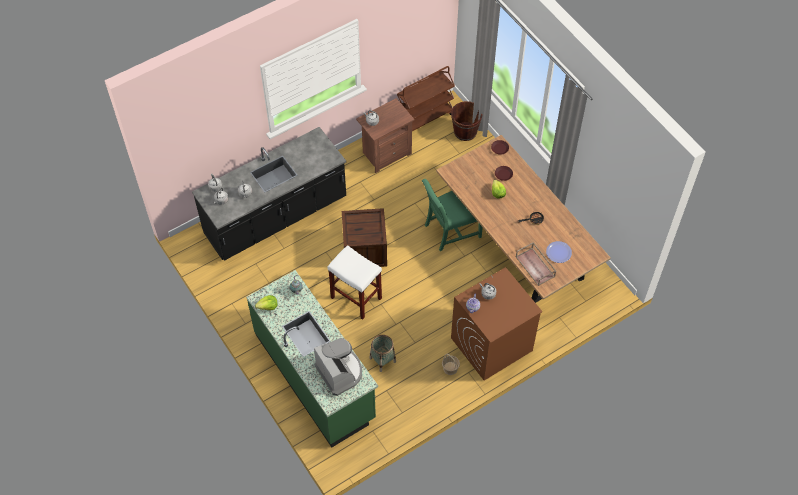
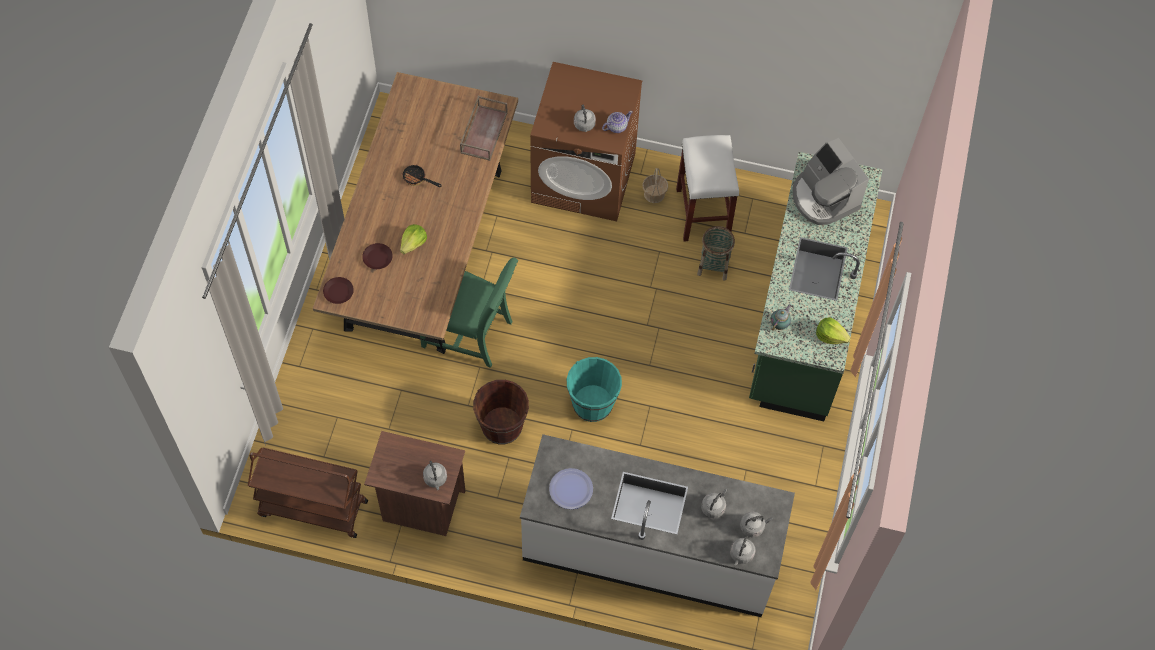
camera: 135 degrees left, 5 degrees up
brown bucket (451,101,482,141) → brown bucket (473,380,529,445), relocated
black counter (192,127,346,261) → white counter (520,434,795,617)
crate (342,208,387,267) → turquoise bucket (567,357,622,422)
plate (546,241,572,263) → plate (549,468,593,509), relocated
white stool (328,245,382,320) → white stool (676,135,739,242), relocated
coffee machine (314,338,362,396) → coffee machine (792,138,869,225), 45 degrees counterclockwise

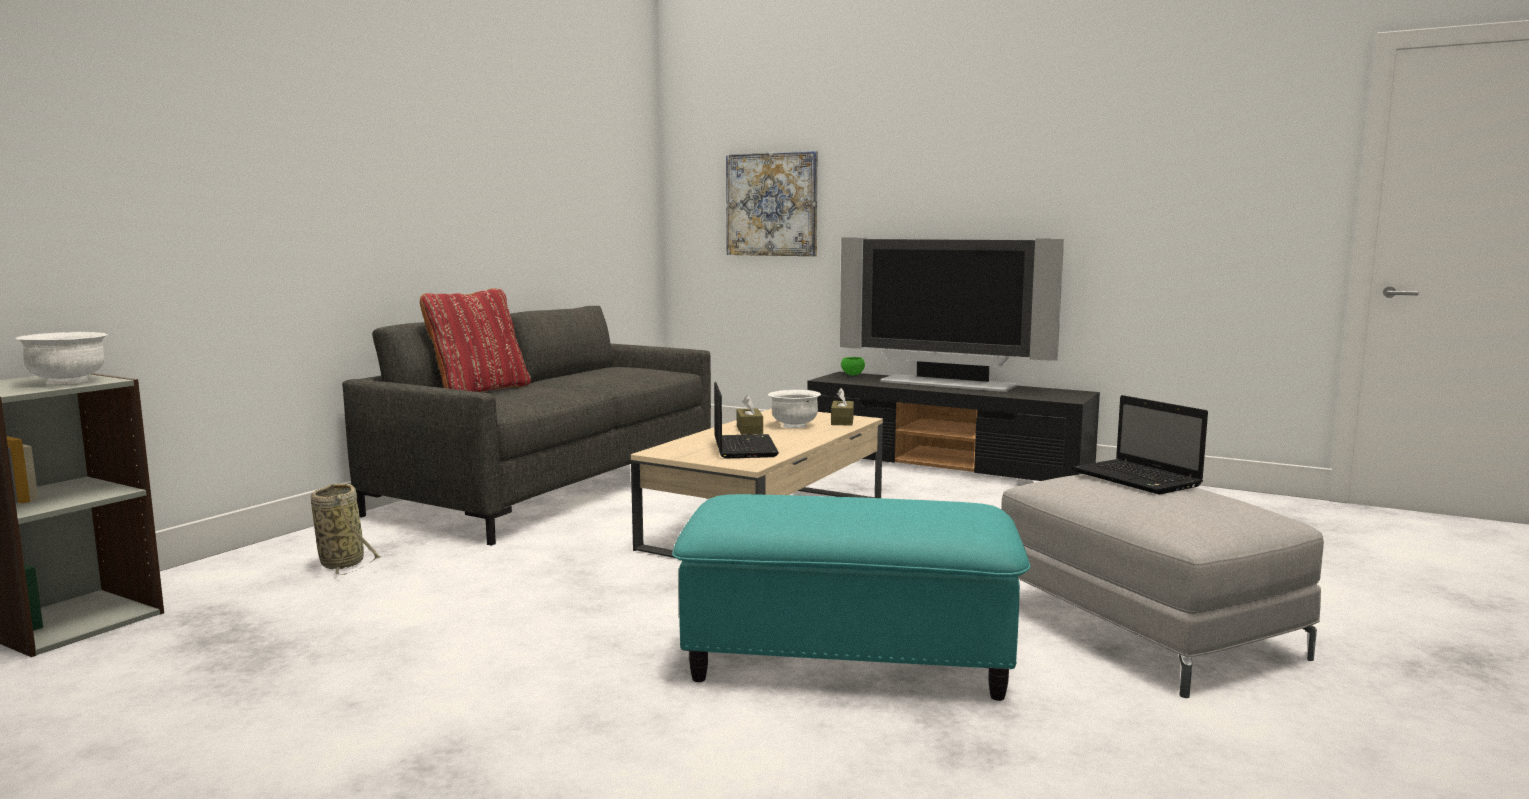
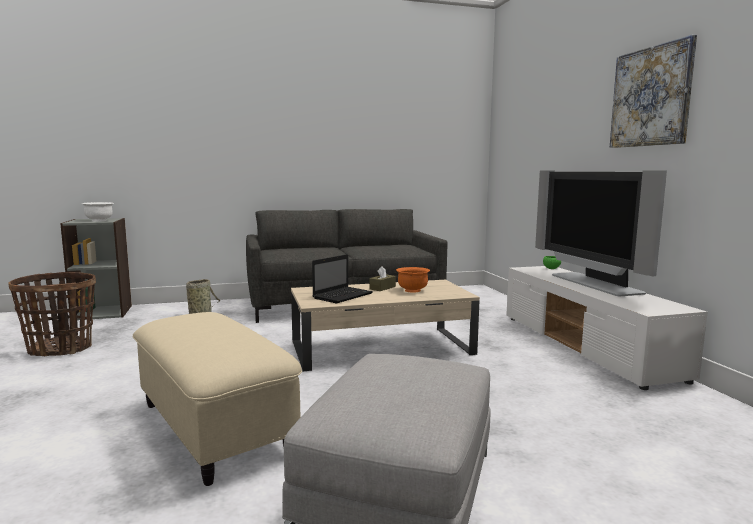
camera: 45 degrees right, 0 degrees up
picture (726,151,818,256) → picture (610,35,697,148), relocated
red pillow (420,288,531,392) → -
black tv stand (807,372,1100,481) → white tv stand (506,266,708,390)
brown tissue box (831,388,854,426) → -
white bowl (768,390,821,428) → orange bowl (396,267,430,293)
laptop (1072,395,1208,495) → -
turquoise ottoman (672,494,1030,701) → beige ottoman (132,312,302,486)
- → basket (8,272,96,356)

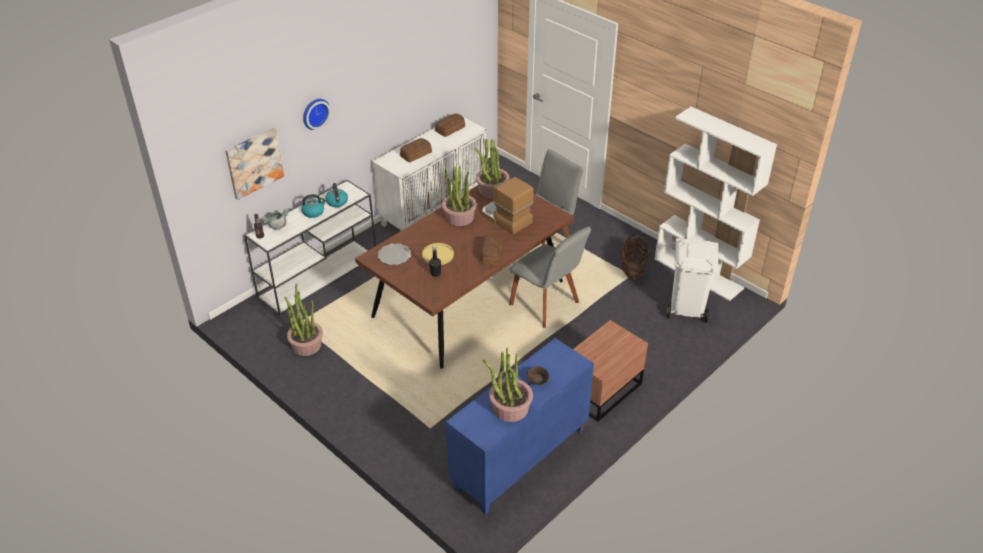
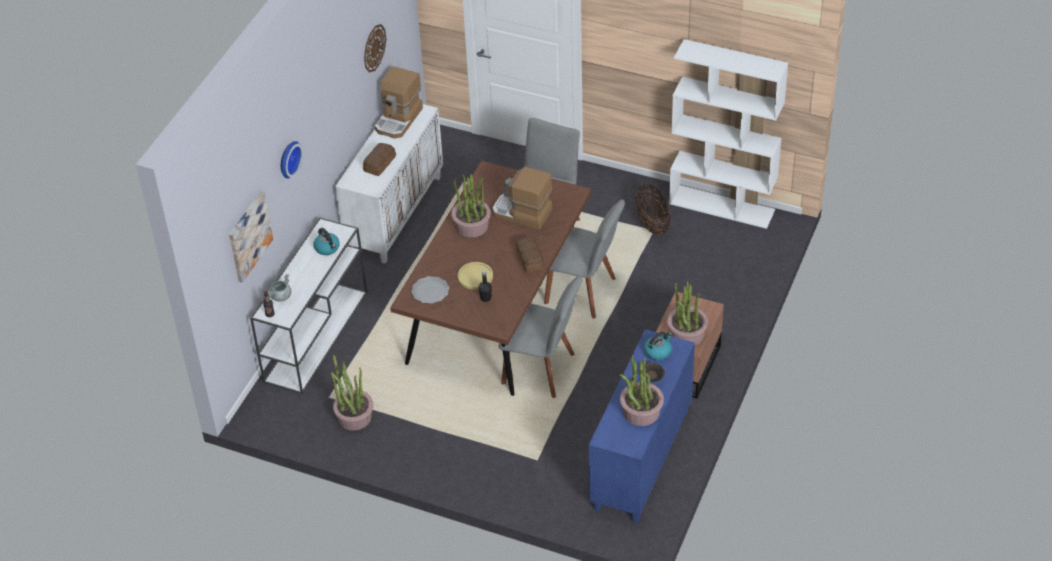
camera: 20 degrees left, 5 degrees up
bread (435,114,465,137) → coffee machine (375,66,423,139)
potted plant (475,139,510,198) → potted plant (667,281,708,345), relocated
kettle (301,194,327,218) → kettle (644,332,673,360), relocated
white trash can (667,238,718,322) → -
- → wall clock (364,24,386,73)
- → grey chair (498,275,582,398)

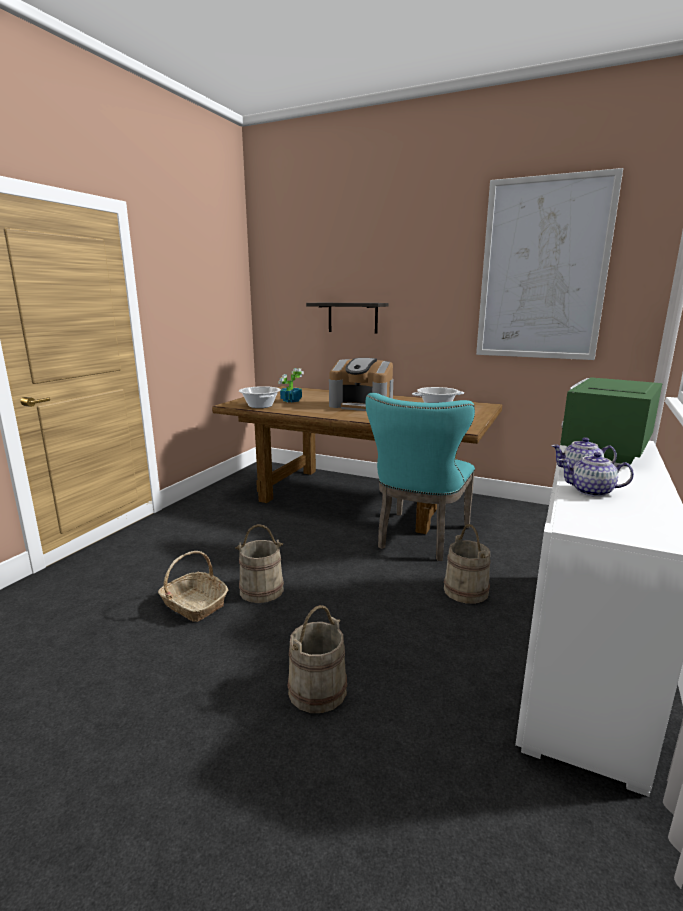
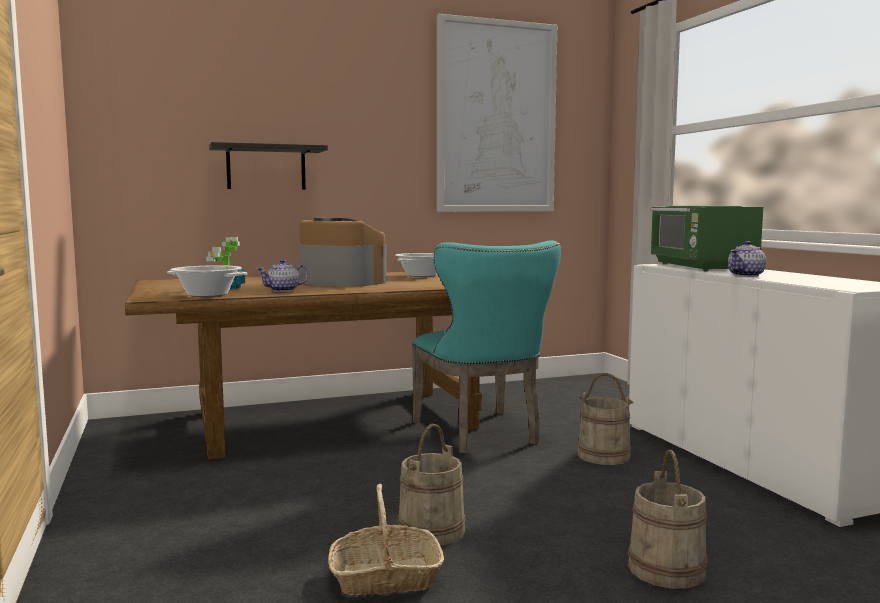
camera: 45 degrees left, 10 degrees down
coffee machine (329,358,393,411) → coffee machine (299,218,387,287), 120 degrees counterclockwise
teapot (559,452,634,497) → teapot (257,259,308,292), relocated

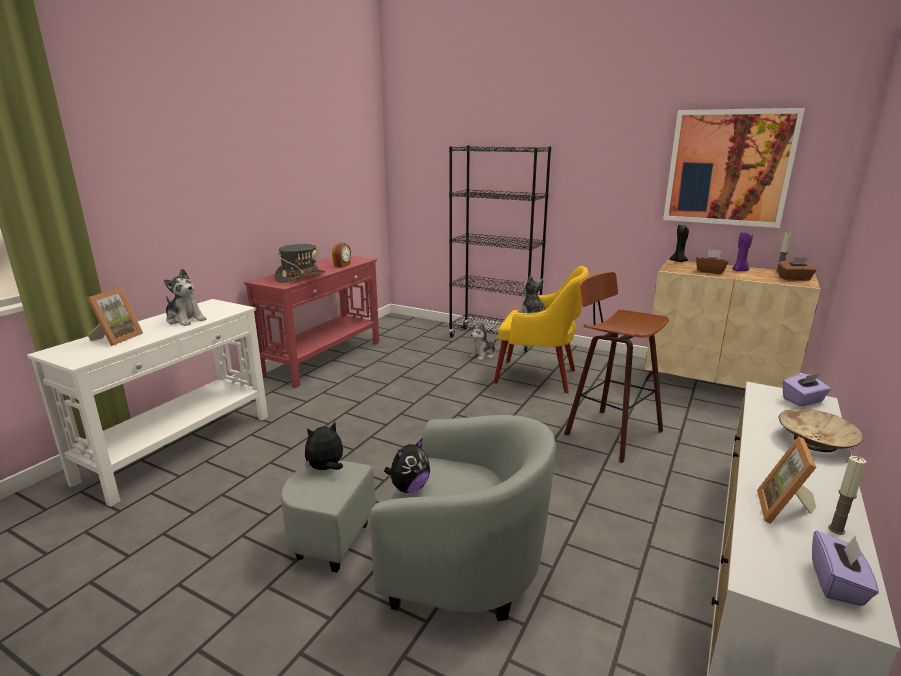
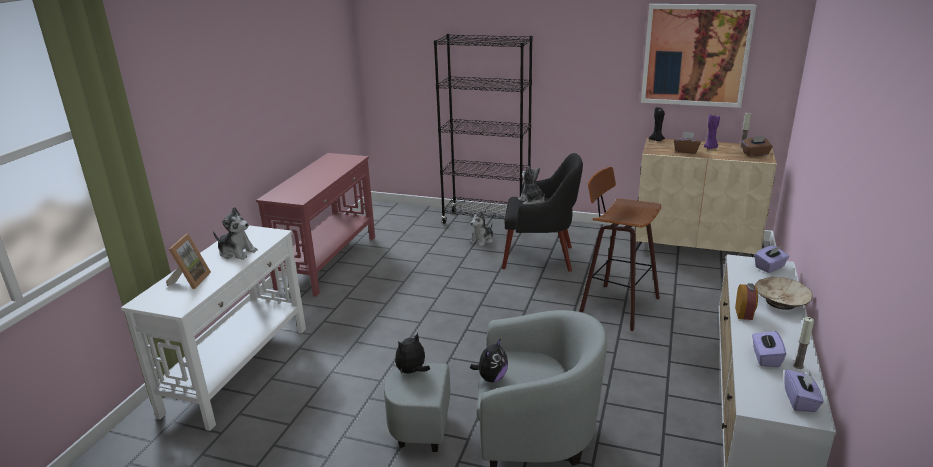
camera: 10 degrees left, 5 degrees up
alarm clock (332,243,351,268) → alarm clock (735,283,758,320), relocated
grey hat (274,244,325,283) → -
yellow armchair (494,266,589,393) → black armchair (502,153,583,272)
picture frame (757,436,817,524) → purple tissue box (752,329,786,367)

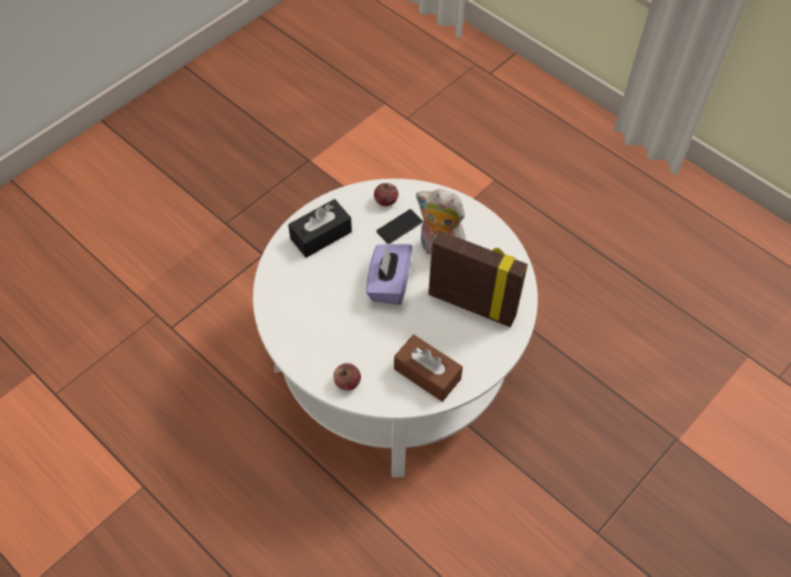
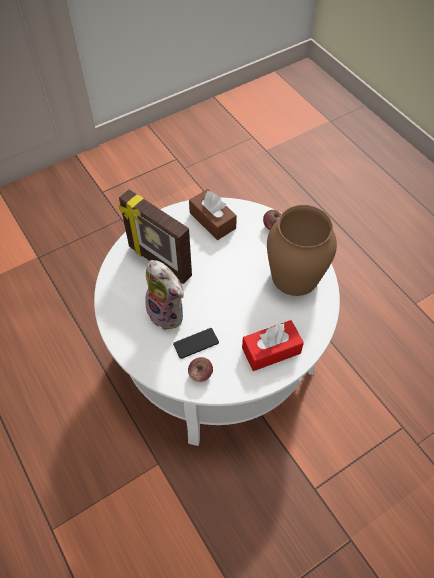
camera: 165 degrees left, 0 degrees up
black tissue box (288,199,352,258) → red tissue box (242,320,304,371)
purple tissue box (366,244,412,305) → -
- → brown vase (267,205,337,296)

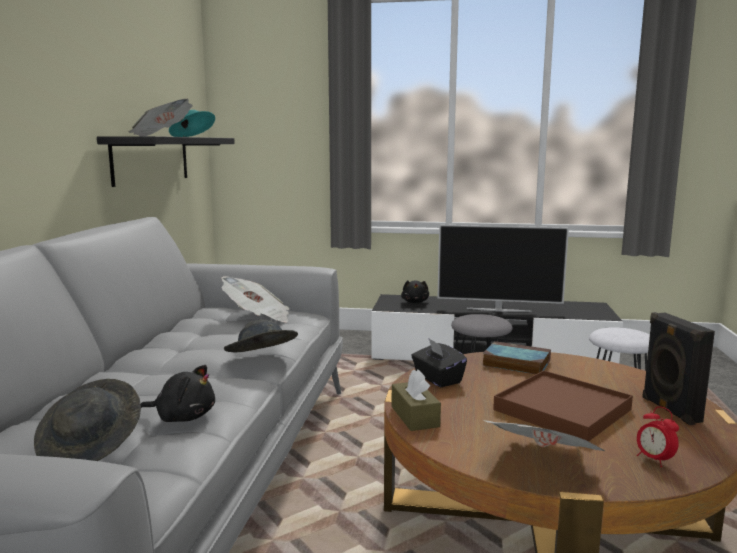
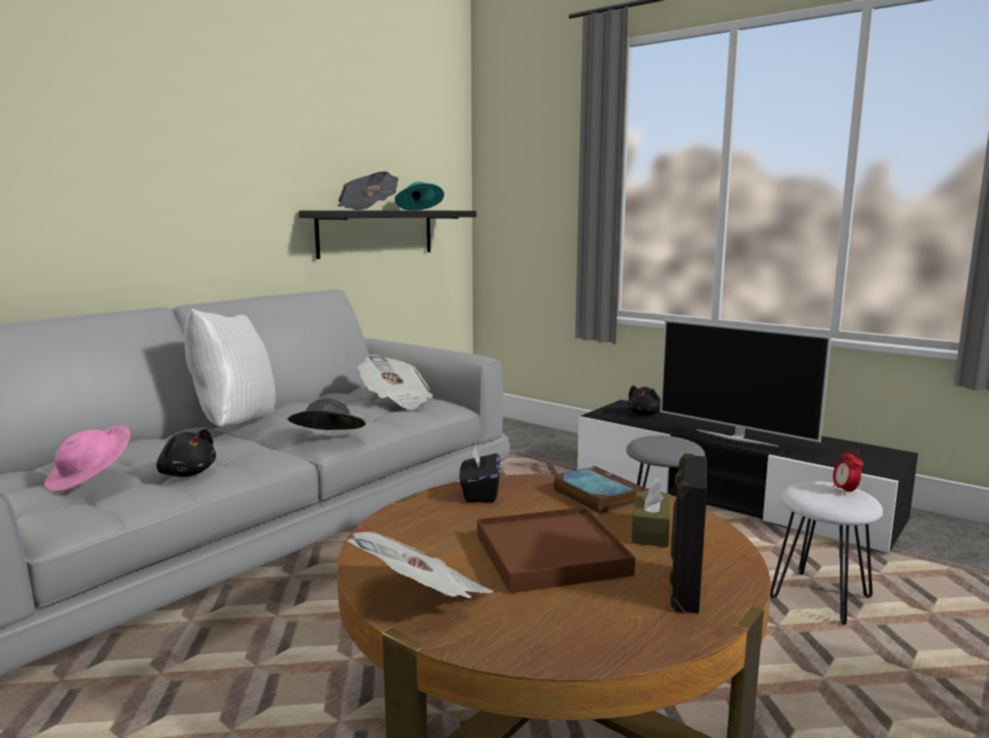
camera: 30 degrees right, 0 degrees up
brown tissue box (392,369,441,431) → brown tissue box (631,478,671,547), relocated
grey hat (34,379,141,461) → pink hat (45,426,130,492)
alarm clock (637,406,679,467) → alarm clock (833,448,864,495), relocated
- → white pillow (184,309,276,427)

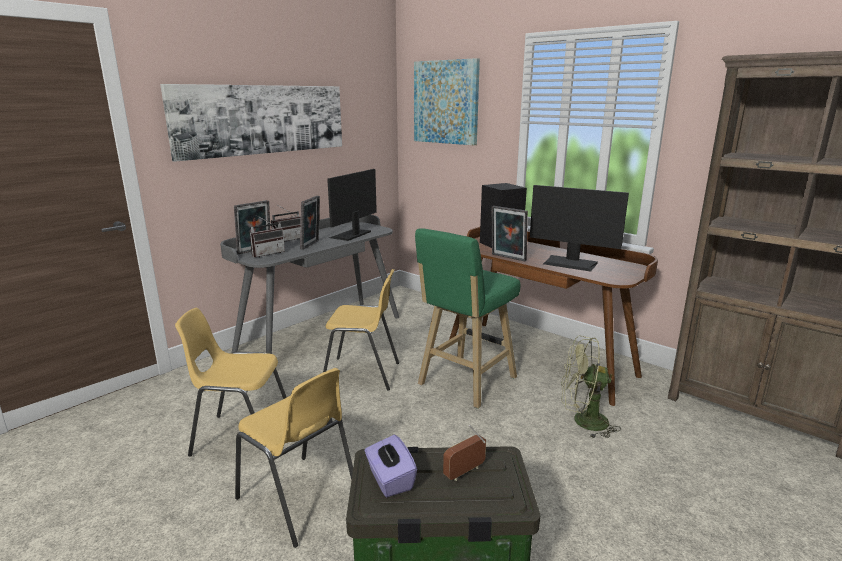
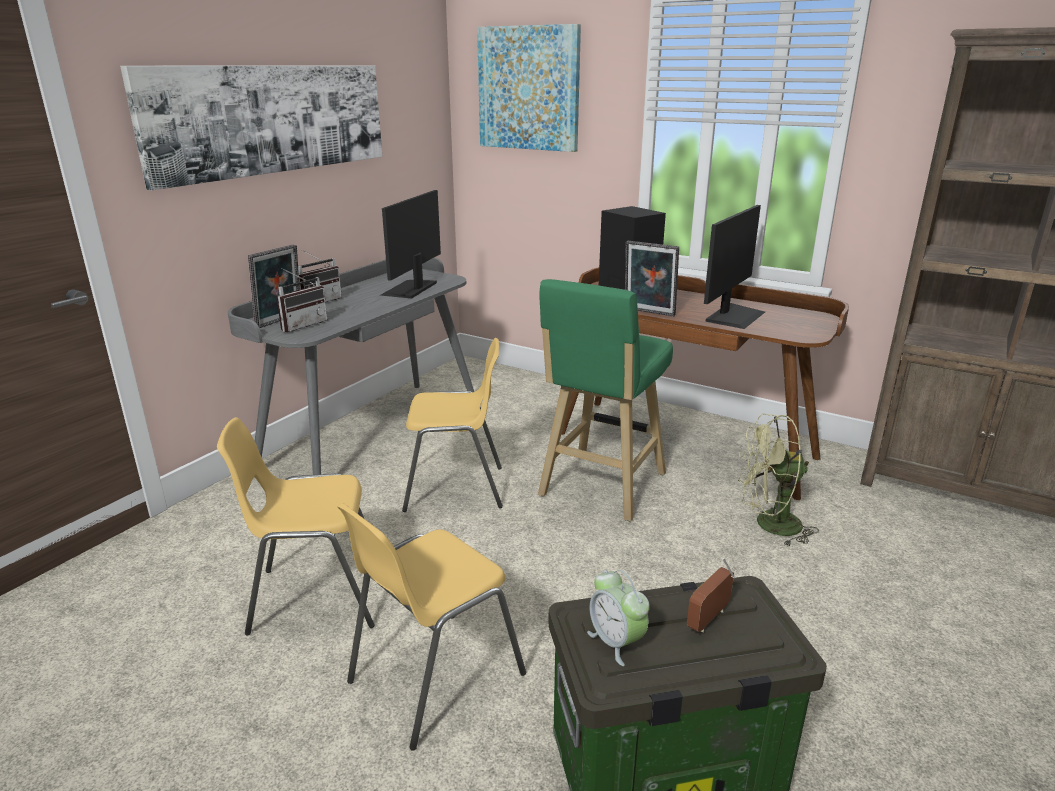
camera: 10 degrees left, 5 degrees up
monitor (530,185,629,272) → monitor (704,205,765,329), 75 degrees counterclockwise
picture frame (300,196,320,250) → -
yellow chair (235,368,353,548) → yellow chair (337,503,526,751), 105 degrees clockwise
purple tissue box (365,435,417,497) → alarm clock (587,570,650,666)

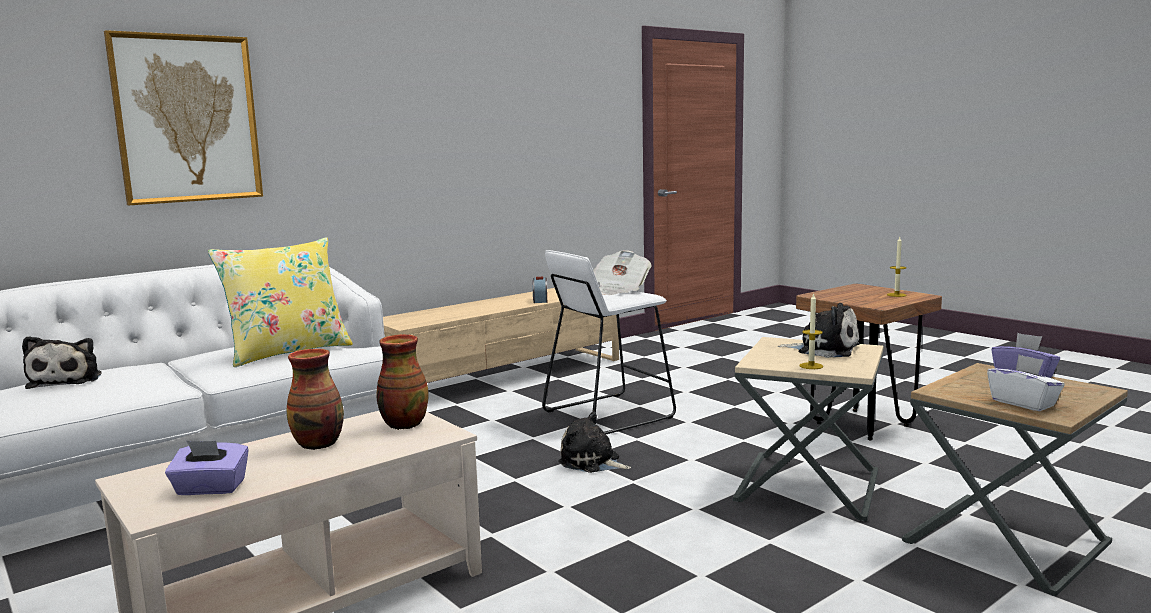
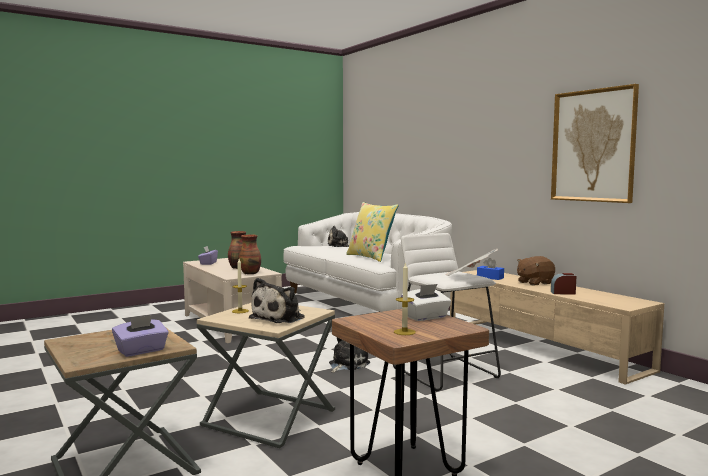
camera: 95 degrees right, 5 degrees down
picture (104,30,263,205) → picture (551,84,639,203), relocated
white tissue box (987,354,1064,411) → white tissue box (401,284,451,321), relocated
- → brown plush toy (517,256,555,286)
- → blue tissue box (477,258,504,280)

